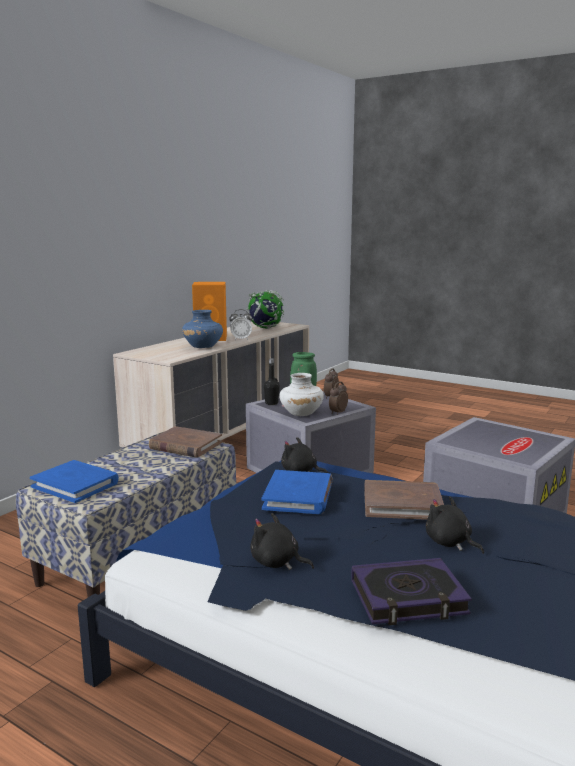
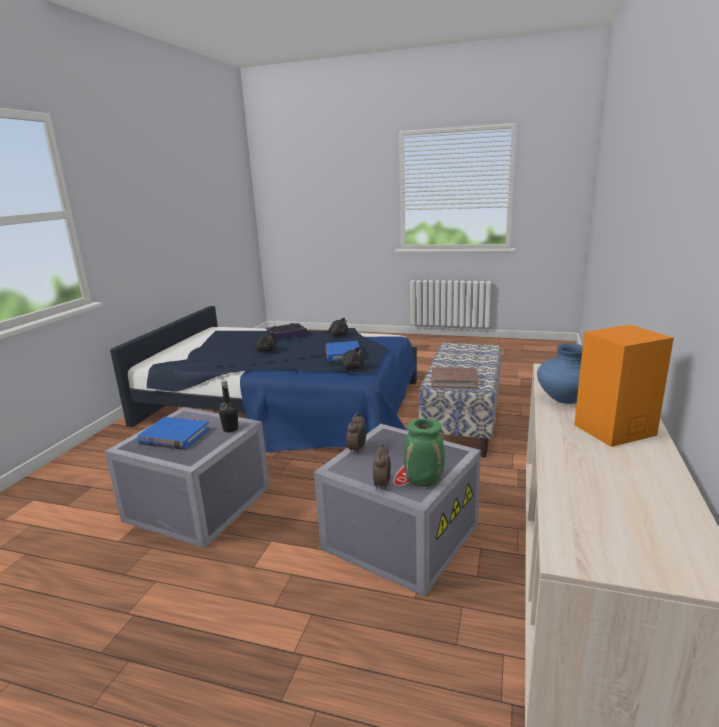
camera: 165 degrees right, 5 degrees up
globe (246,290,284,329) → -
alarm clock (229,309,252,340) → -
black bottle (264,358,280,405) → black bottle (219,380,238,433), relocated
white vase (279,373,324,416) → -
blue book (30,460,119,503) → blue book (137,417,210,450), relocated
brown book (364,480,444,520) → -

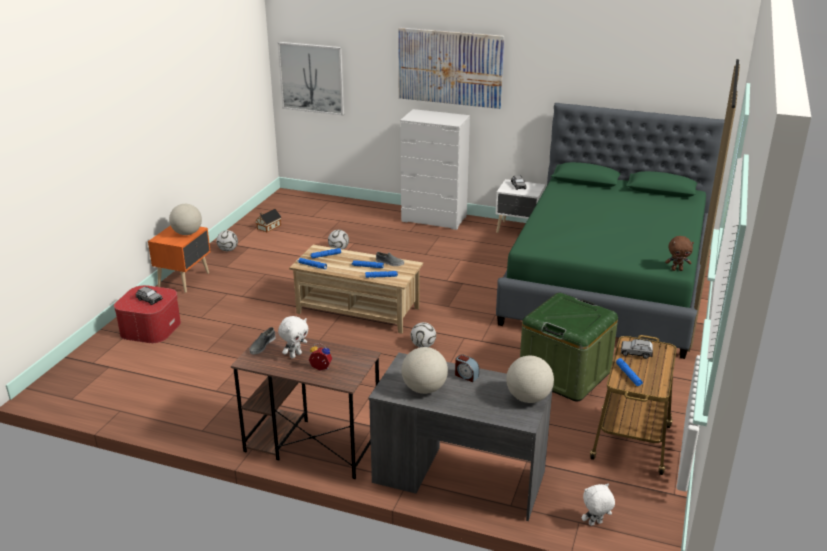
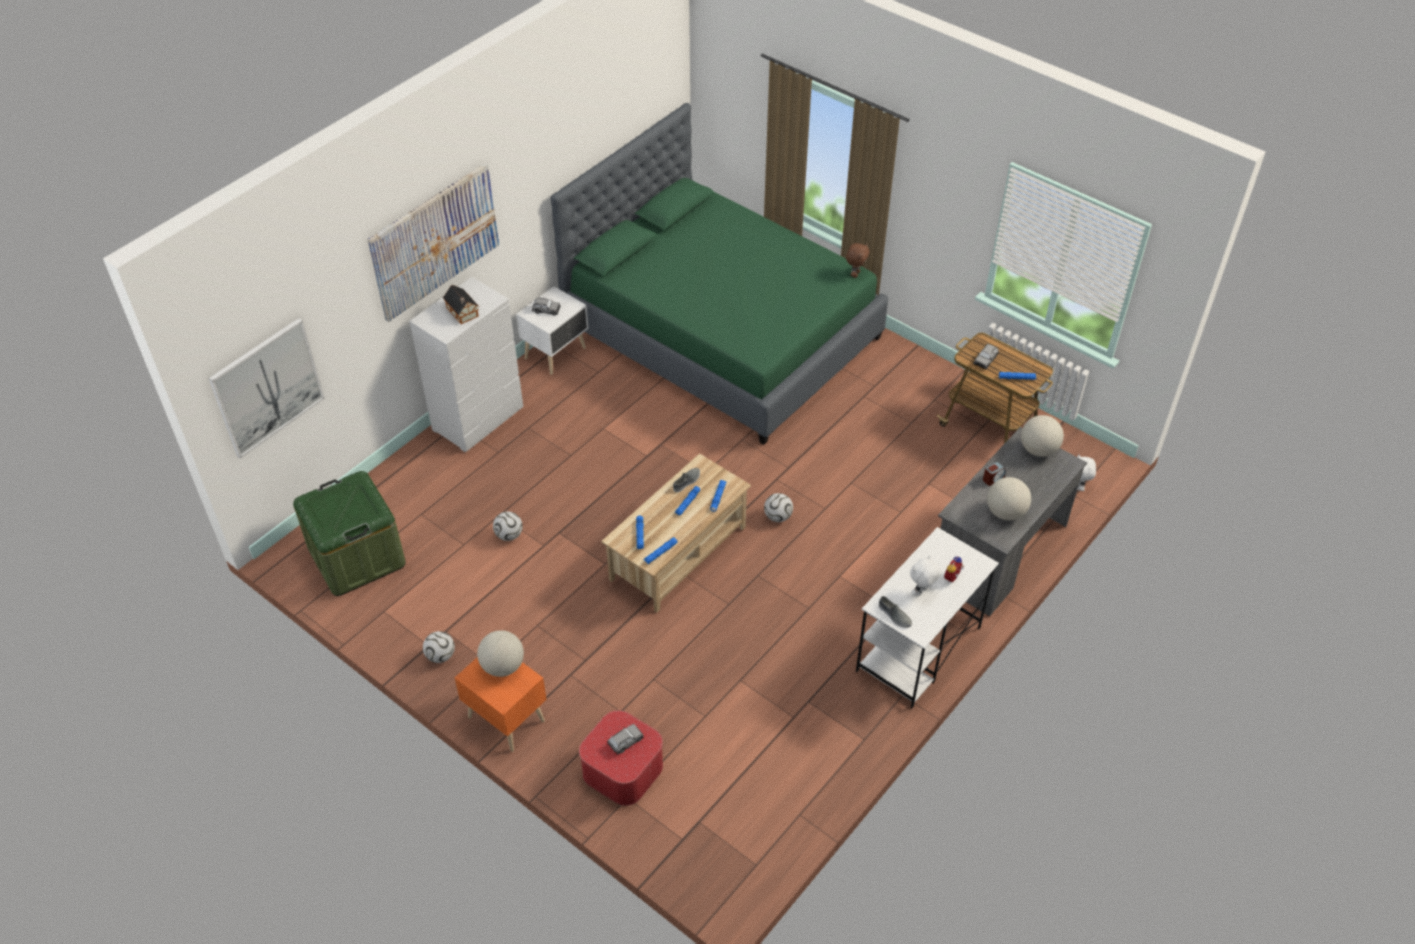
camera: 70 degrees left, 20 degrees up
toy house (255,209,281,232) → toy house (443,285,479,324), relocated
green storage box (520,293,618,401) → green storage box (293,471,406,596), relocated
white plush toy (278,316,308,359) → white plush toy (910,556,941,596), 105 degrees counterclockwise
brown desk (231,329,381,479) → white desk (856,527,999,708)

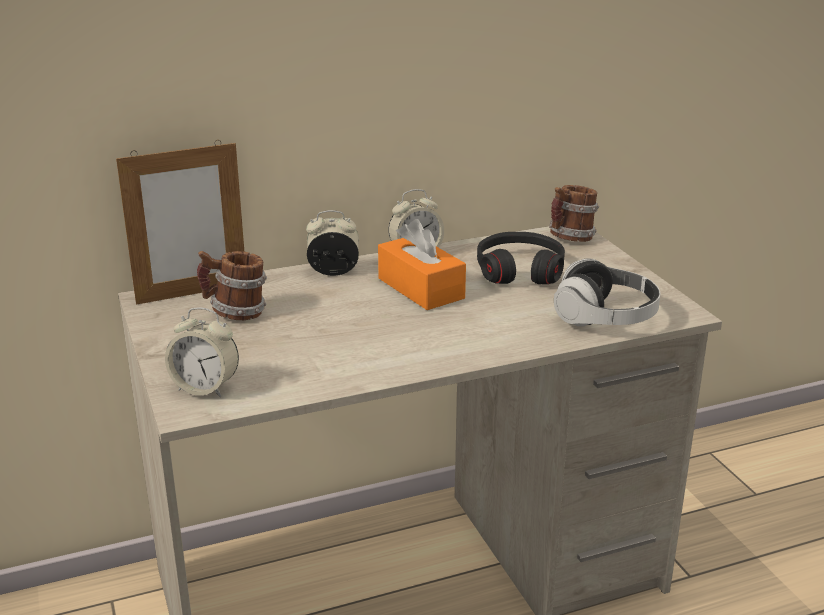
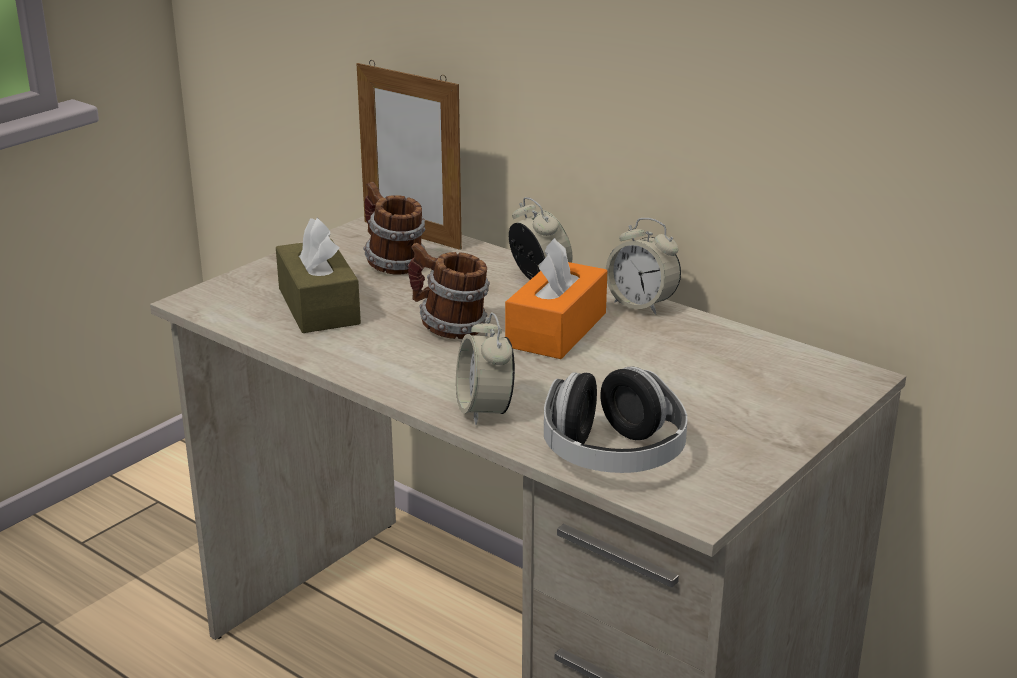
camera: 60 degrees right, 0 degrees up
mug (549,185,599,242) → mug (408,243,490,339), relocated
black headphones (477,232,565,284) → -
alarm clock (165,307,239,397) → alarm clock (456,312,515,425), relocated
- → brown tissue box (276,218,361,333)

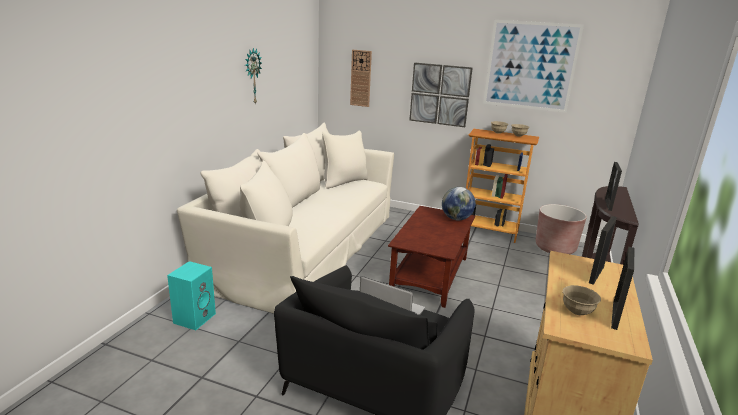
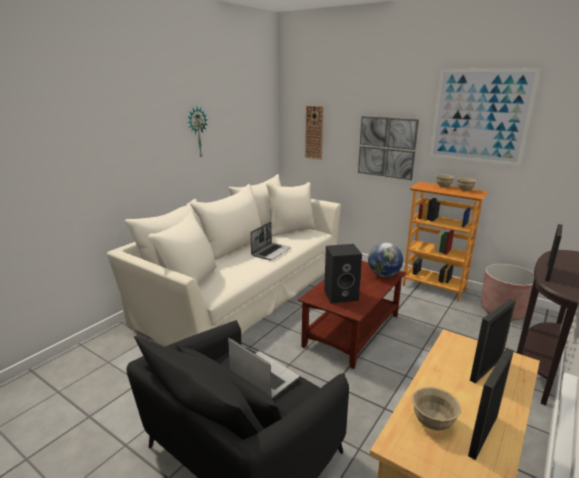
camera: 15 degrees right, 0 degrees up
turquoise speaker (167,261,216,330) → -
- → laptop (250,222,291,260)
- → black speaker (324,244,362,304)

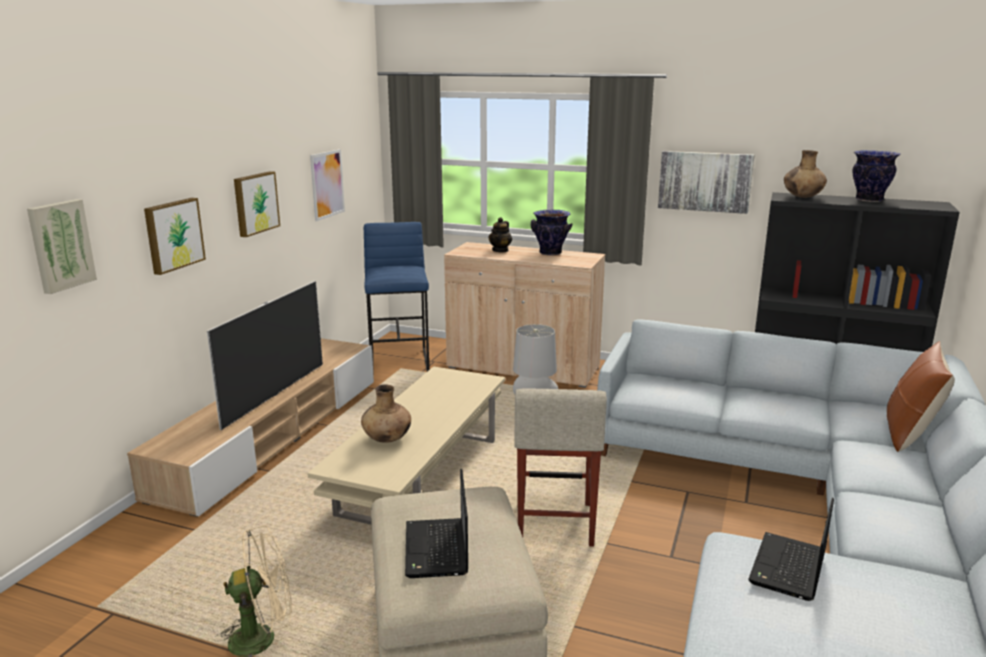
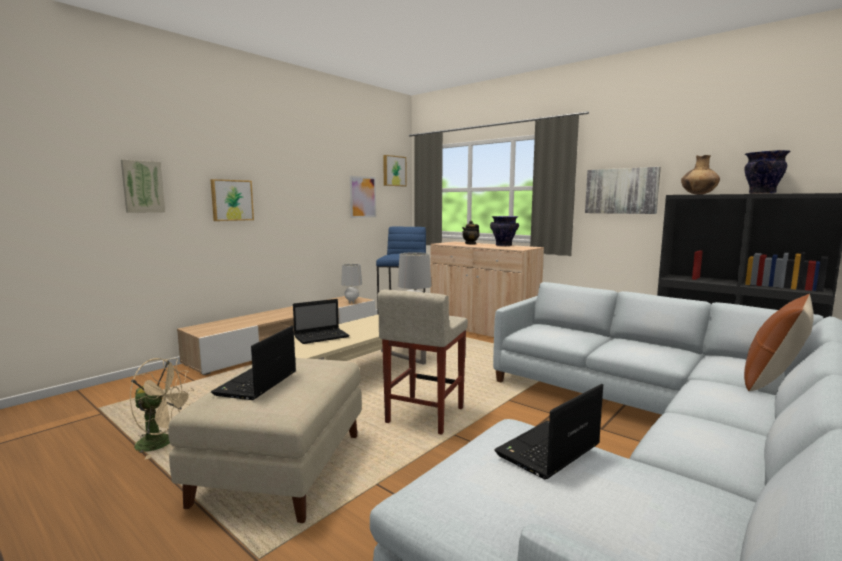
camera: 20 degrees right, 10 degrees down
picture (234,171,280,237) → picture (383,155,406,186), relocated
television (207,281,323,430) → -
brown vase (361,384,411,443) → laptop (293,299,350,344)
- → grey table lamp (341,264,362,303)

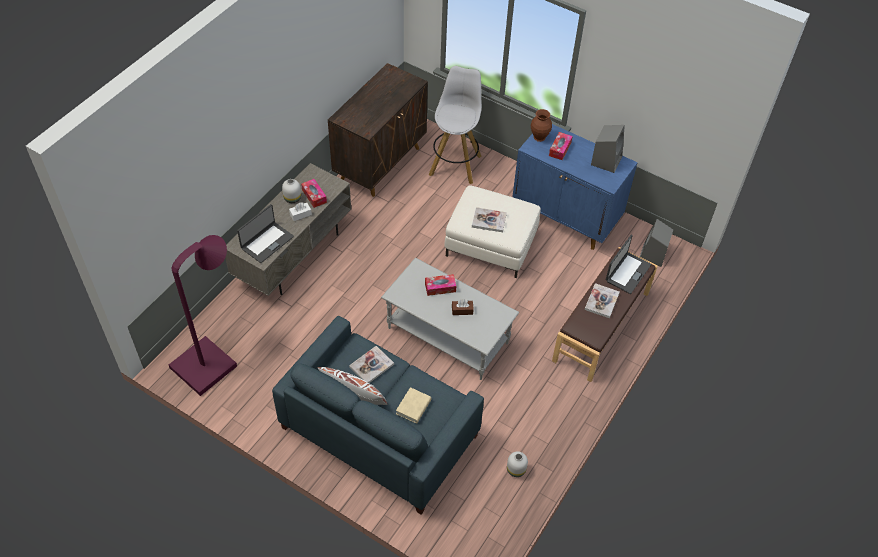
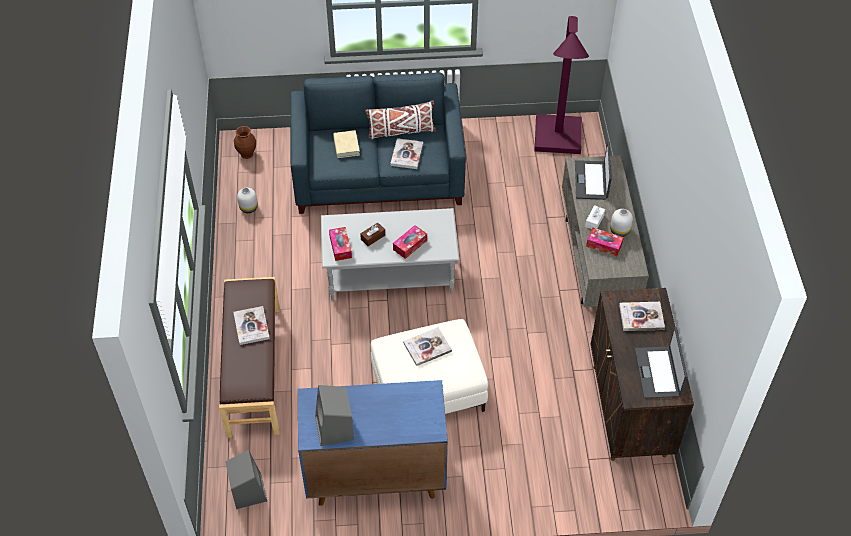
camera: 145 degrees right, 0 degrees up
white stool (429,66,482,184) → -
brown vase (531,109,552,142) → brown vase (234,126,256,159), relocated
tissue box (549,132,573,160) → tissue box (329,227,352,261), relocated
laptop (606,235,651,294) → laptop (635,327,688,398), relocated
- → book (619,302,665,331)

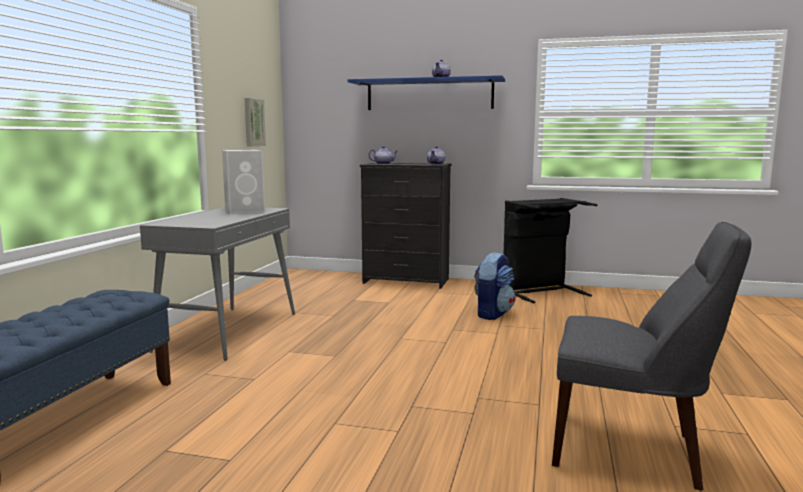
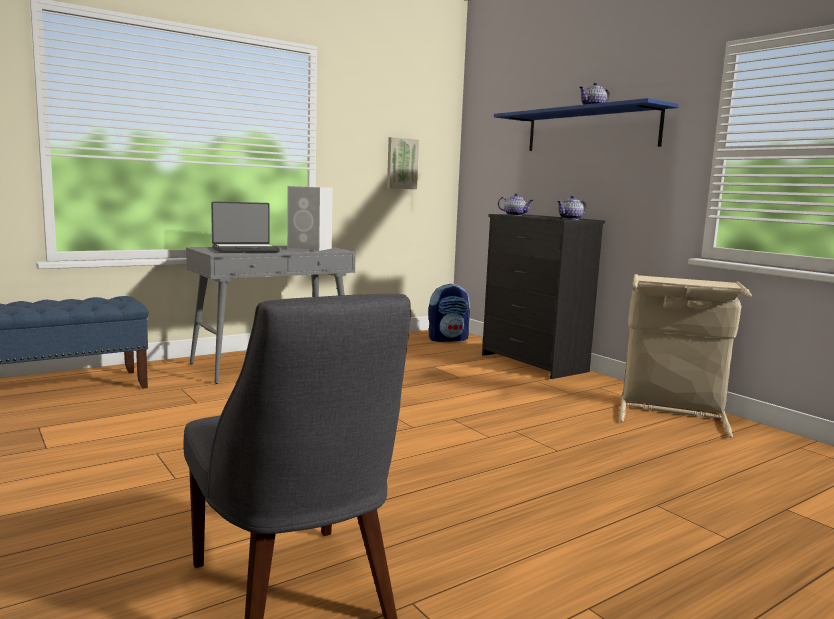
camera: 40 degrees right, 0 degrees up
black laundry basket (503,198,597,304) → beige laundry basket (619,274,752,438)
backpack (474,252,516,320) → backpack (428,284,470,342), relocated
- → laptop (211,201,280,253)

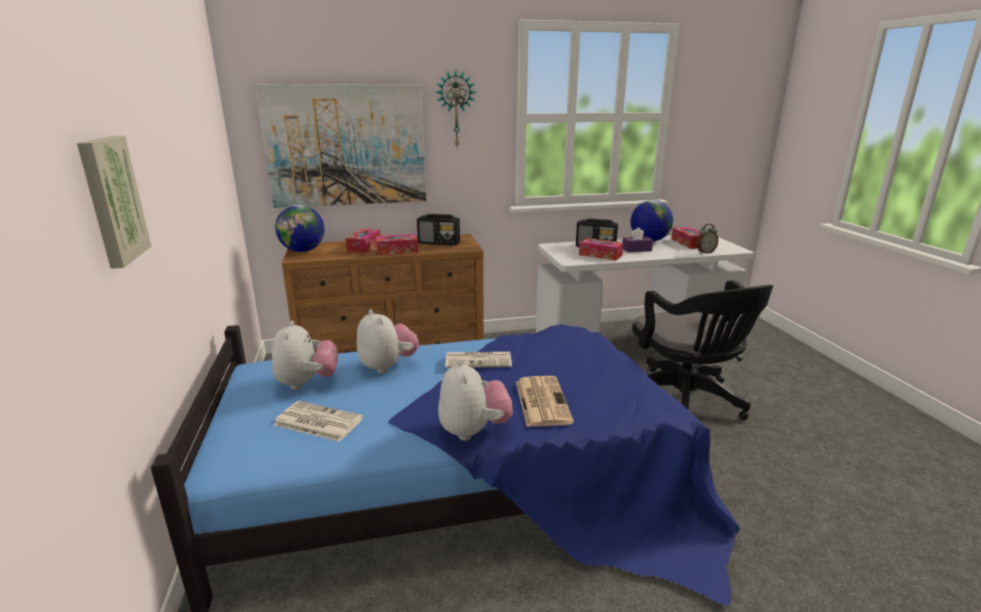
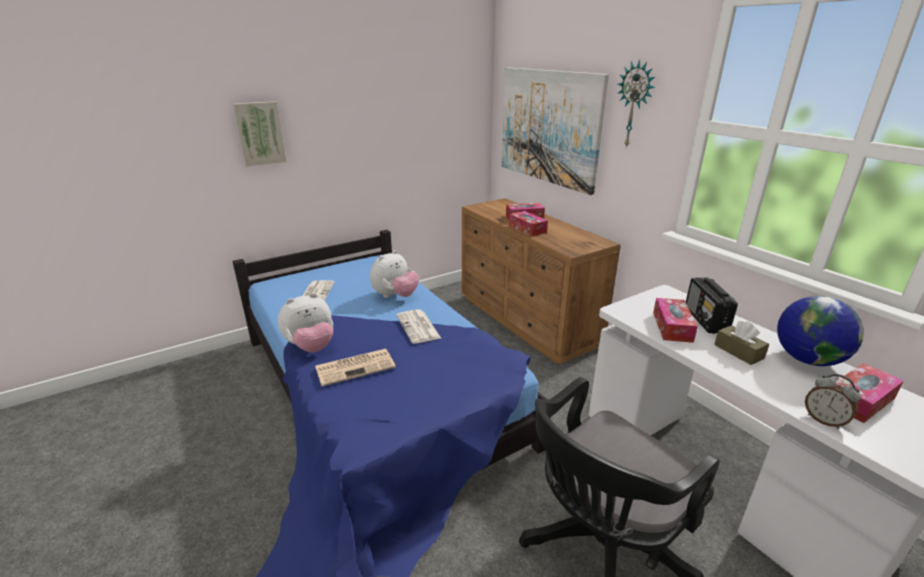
camera: 70 degrees right, 5 degrees up
globe (275,205,324,252) → -
radio (417,214,460,246) → -
purple tissue box (622,228,653,252) → brown tissue box (714,321,769,365)
plush toy (272,321,338,390) → -

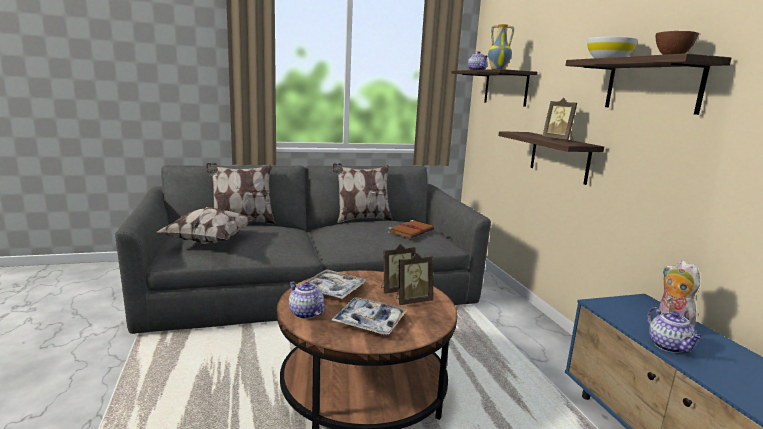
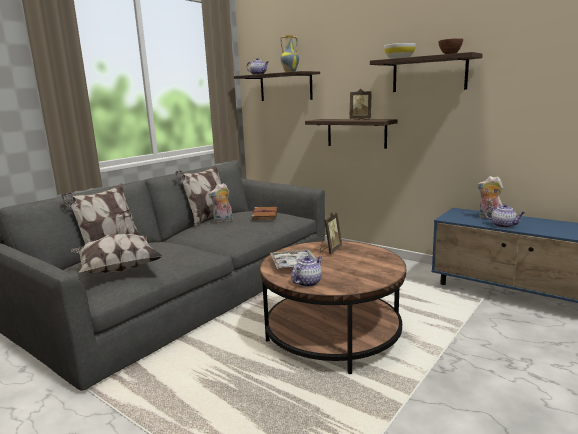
camera: 35 degrees left, 0 degrees up
picture frame (396,253,433,305) → -
teapot (289,281,325,319) → teapot (291,256,322,287), 120 degrees clockwise
tray (331,297,408,335) → -
- → plush toy (209,183,233,223)

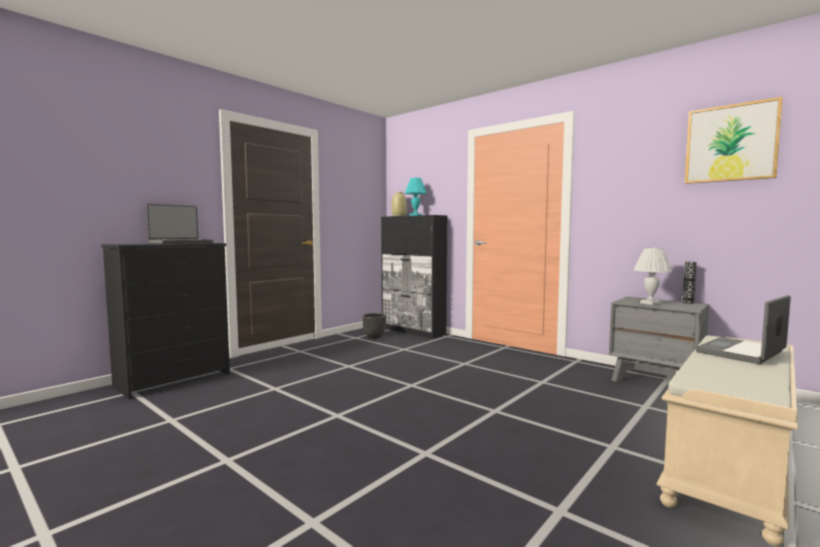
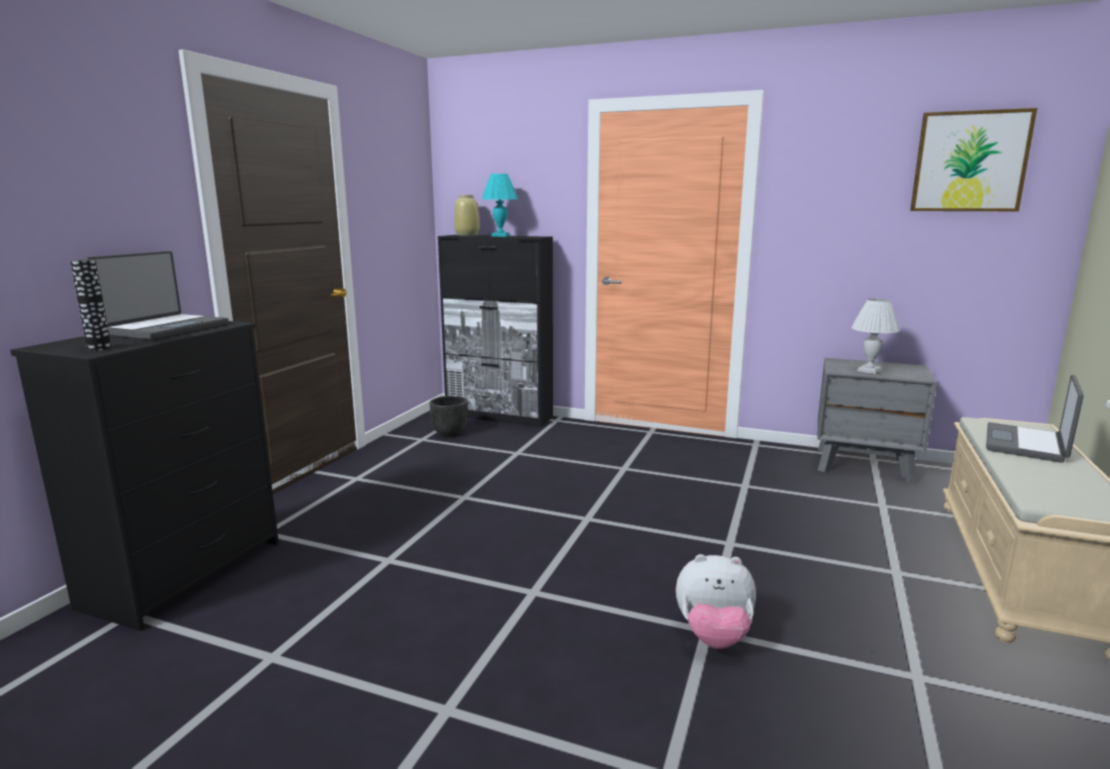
camera: 20 degrees left, 10 degrees up
vase (683,262,697,304) → vase (70,259,111,351), relocated
- → plush toy (676,554,756,649)

